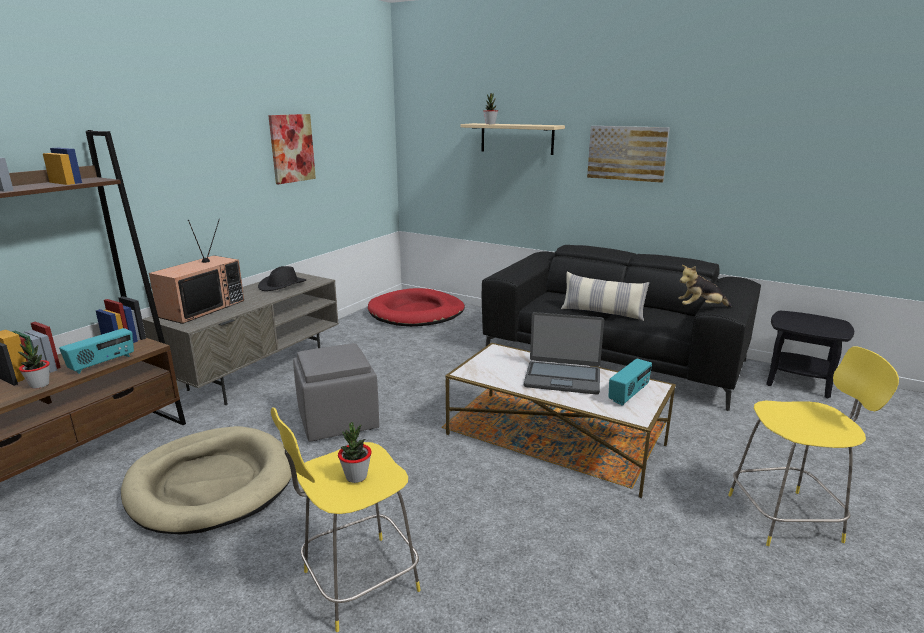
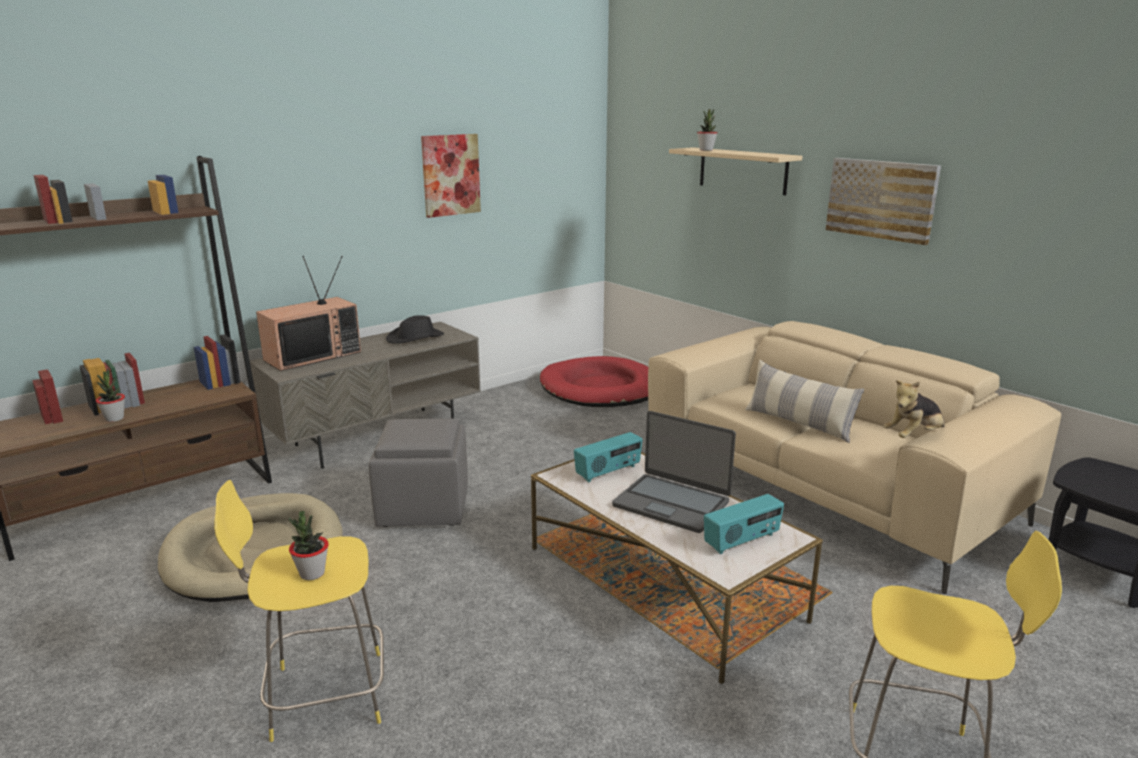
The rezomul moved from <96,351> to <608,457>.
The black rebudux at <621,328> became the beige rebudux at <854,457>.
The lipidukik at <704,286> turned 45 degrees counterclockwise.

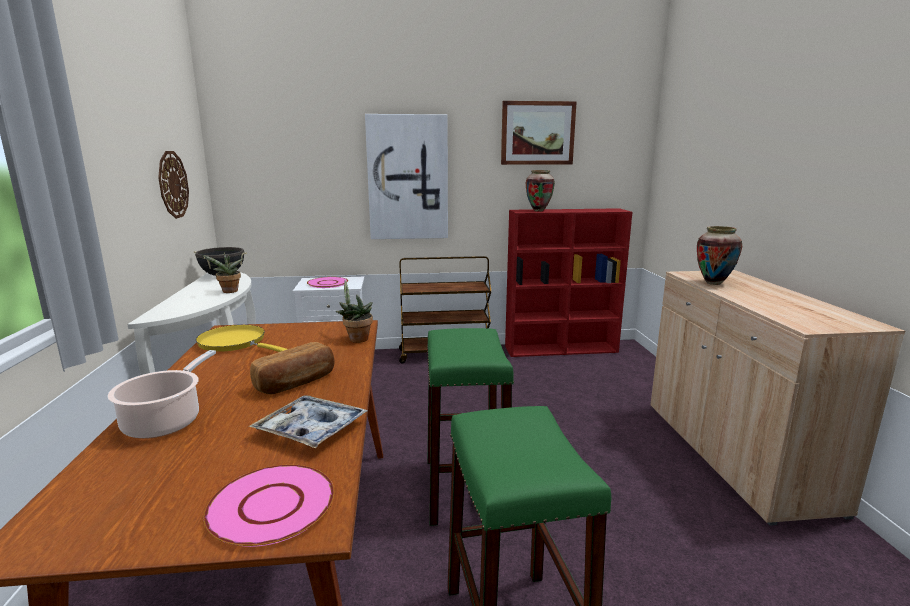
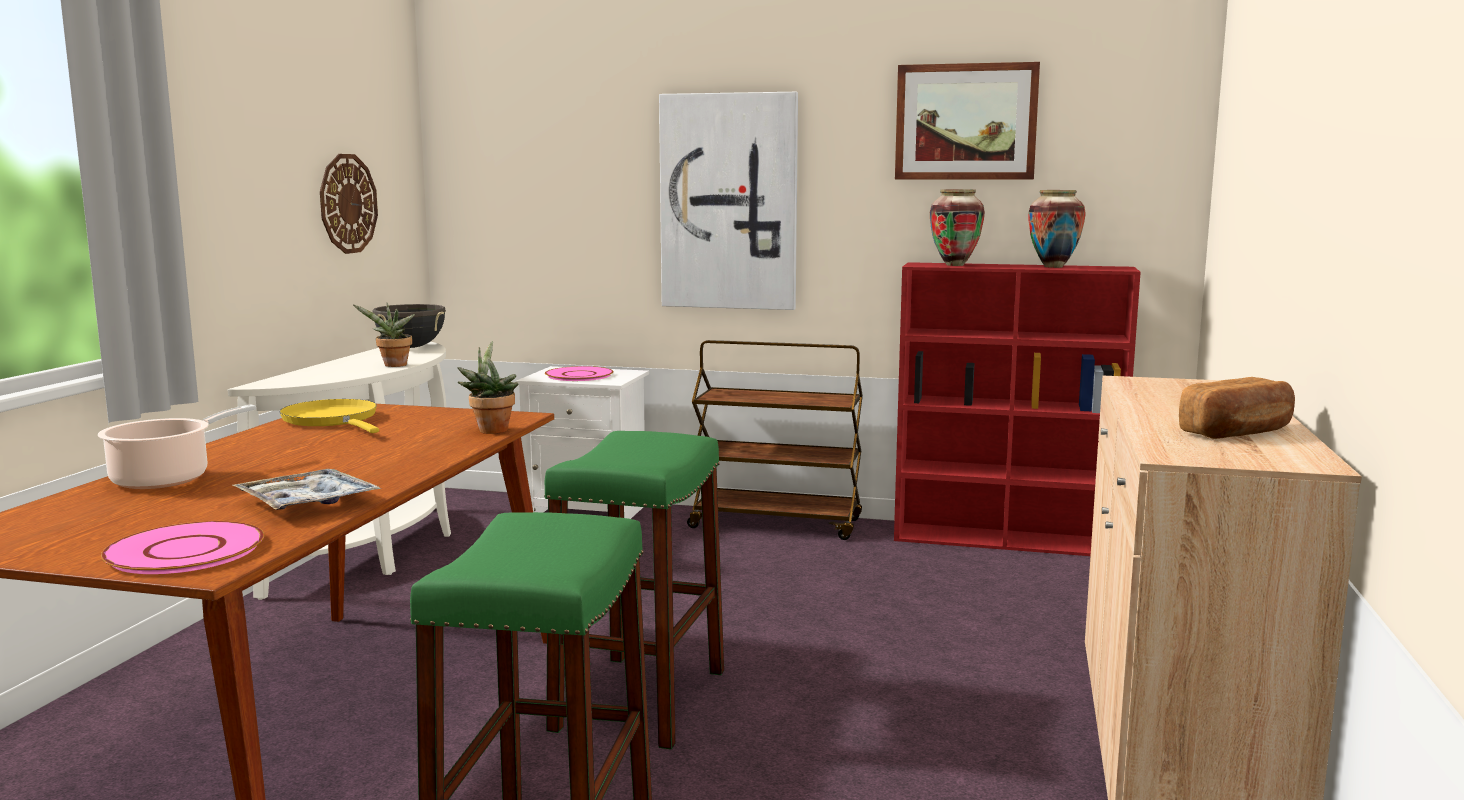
The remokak moved from <719,255> to <1057,229>.
The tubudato moved from <292,368> to <1237,408>.

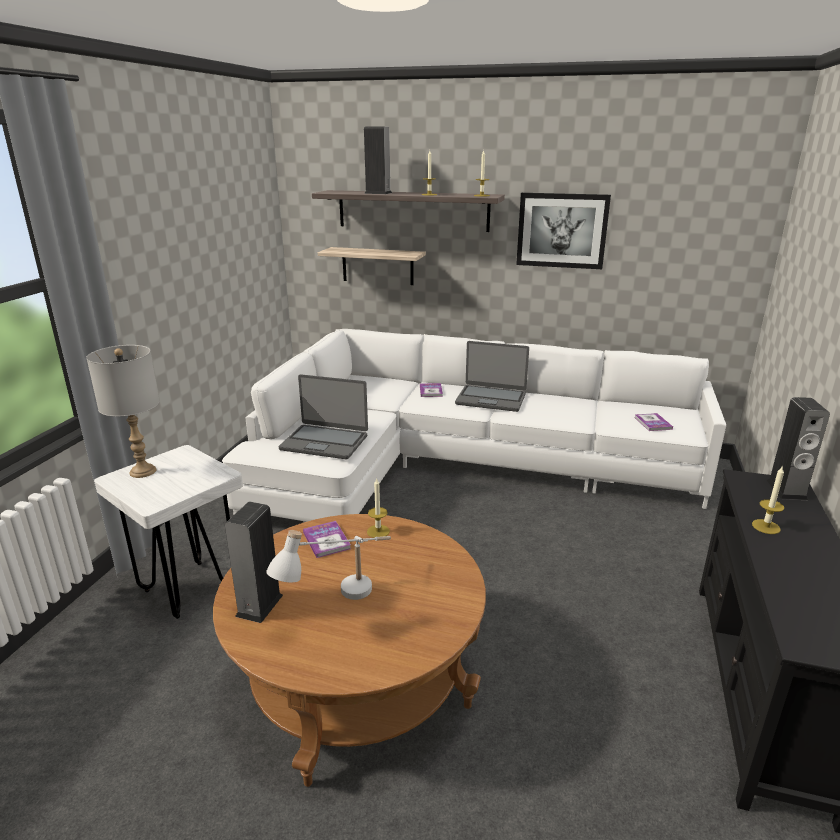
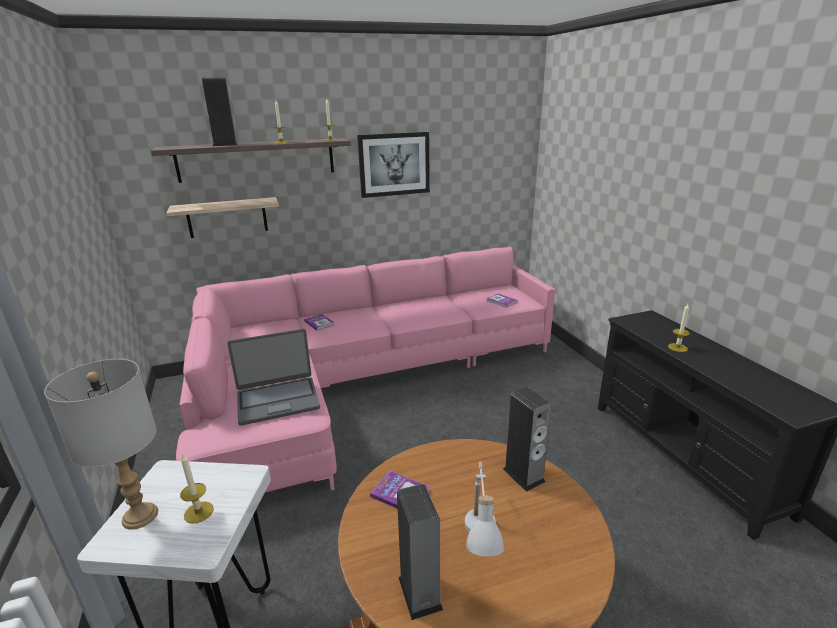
The white rebudux at <474,425> became the pink rebudux at <365,369>.
The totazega moved from <378,508> to <197,489>.
The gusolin moved from <798,448> to <527,439>.
The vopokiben at <492,376> disappeared.

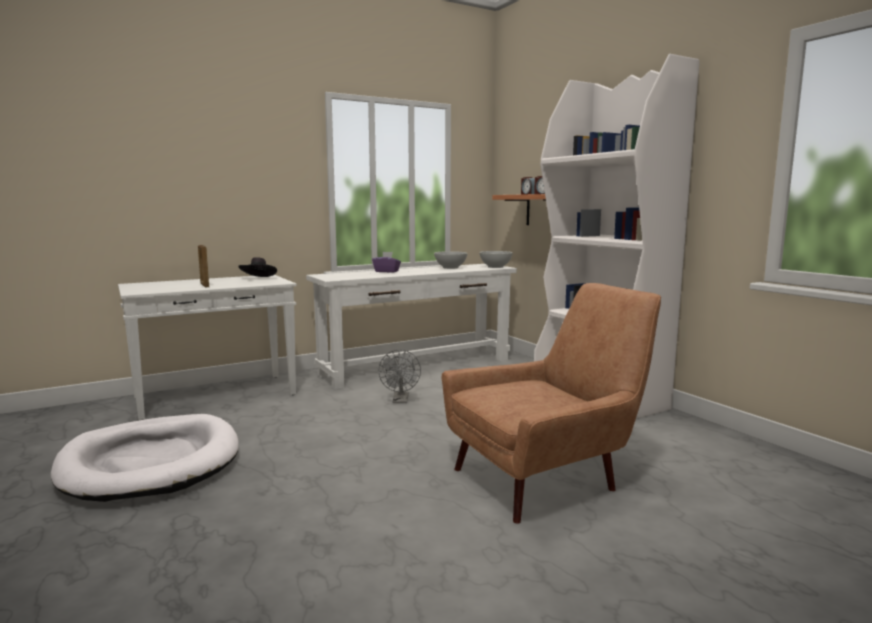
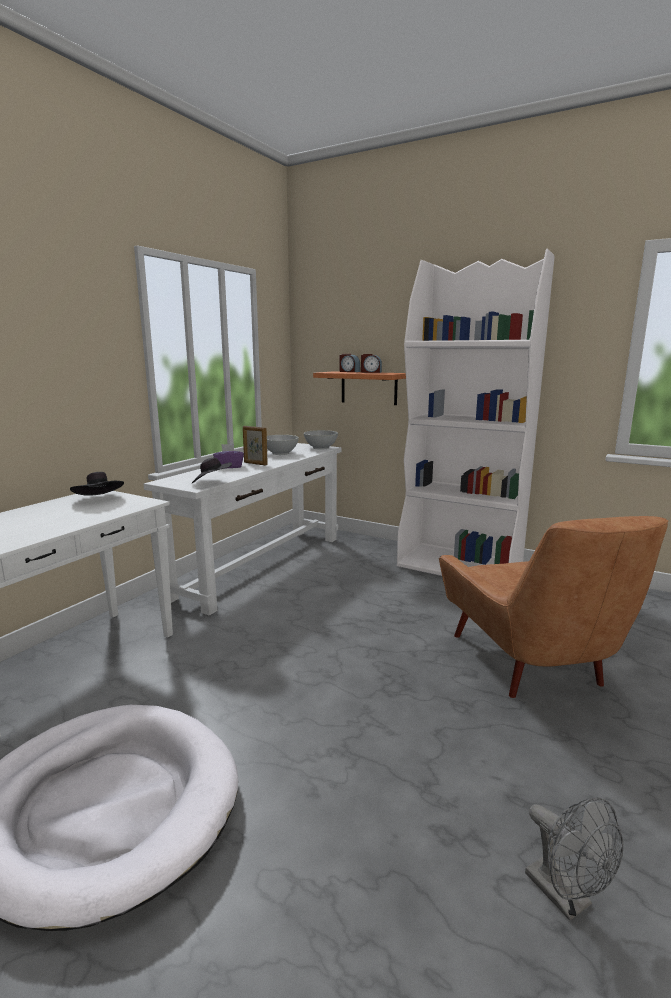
The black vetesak at <212,470> appeared.
The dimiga moved from <203,266> to <255,445>.
The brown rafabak at <551,403> turned 135 degrees clockwise.
The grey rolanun moved from <399,376> to <574,859>.

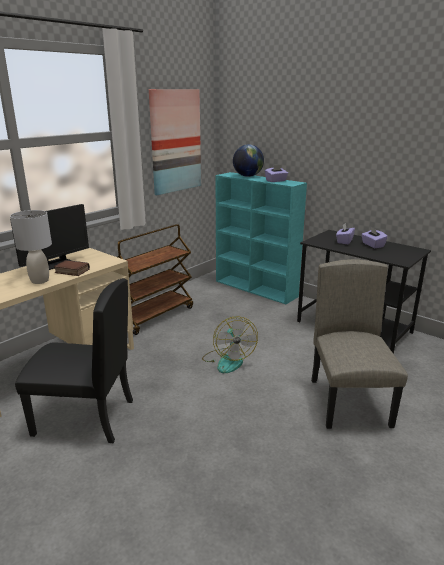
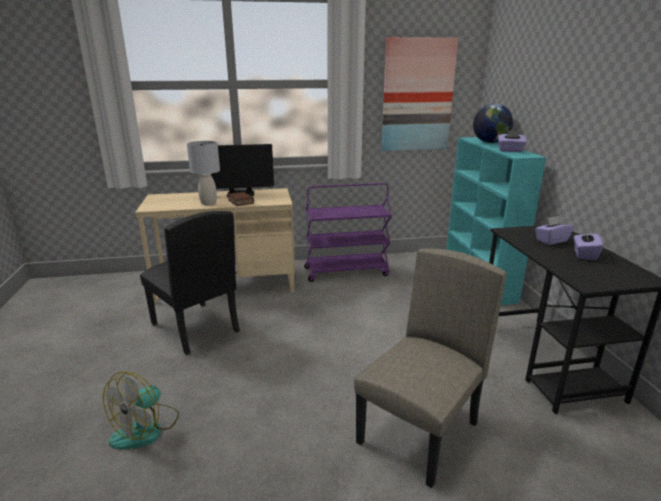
The rolanun moved from <230,344> to <141,410>.
The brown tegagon at <155,279> became the purple tegagon at <348,232>.

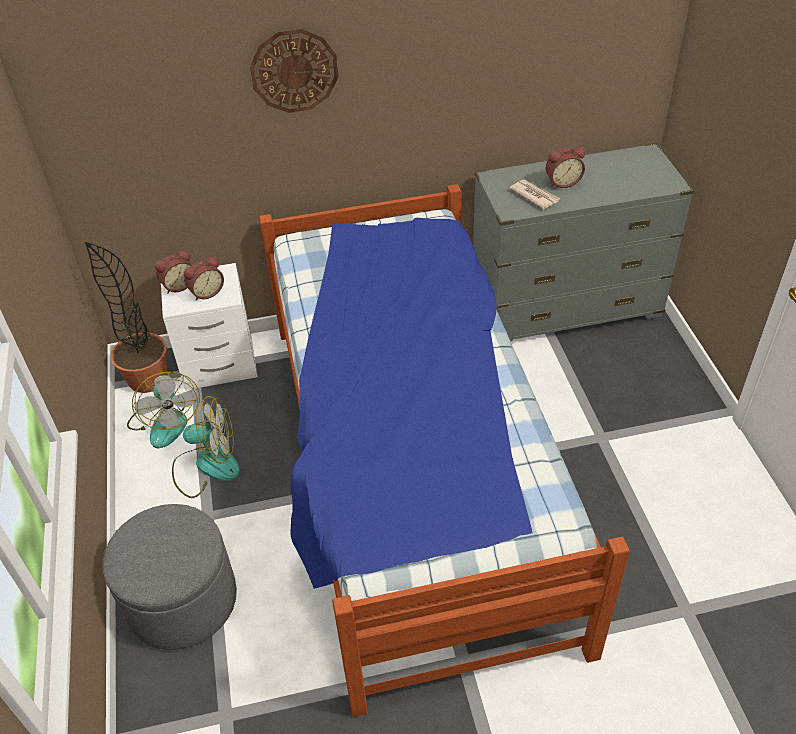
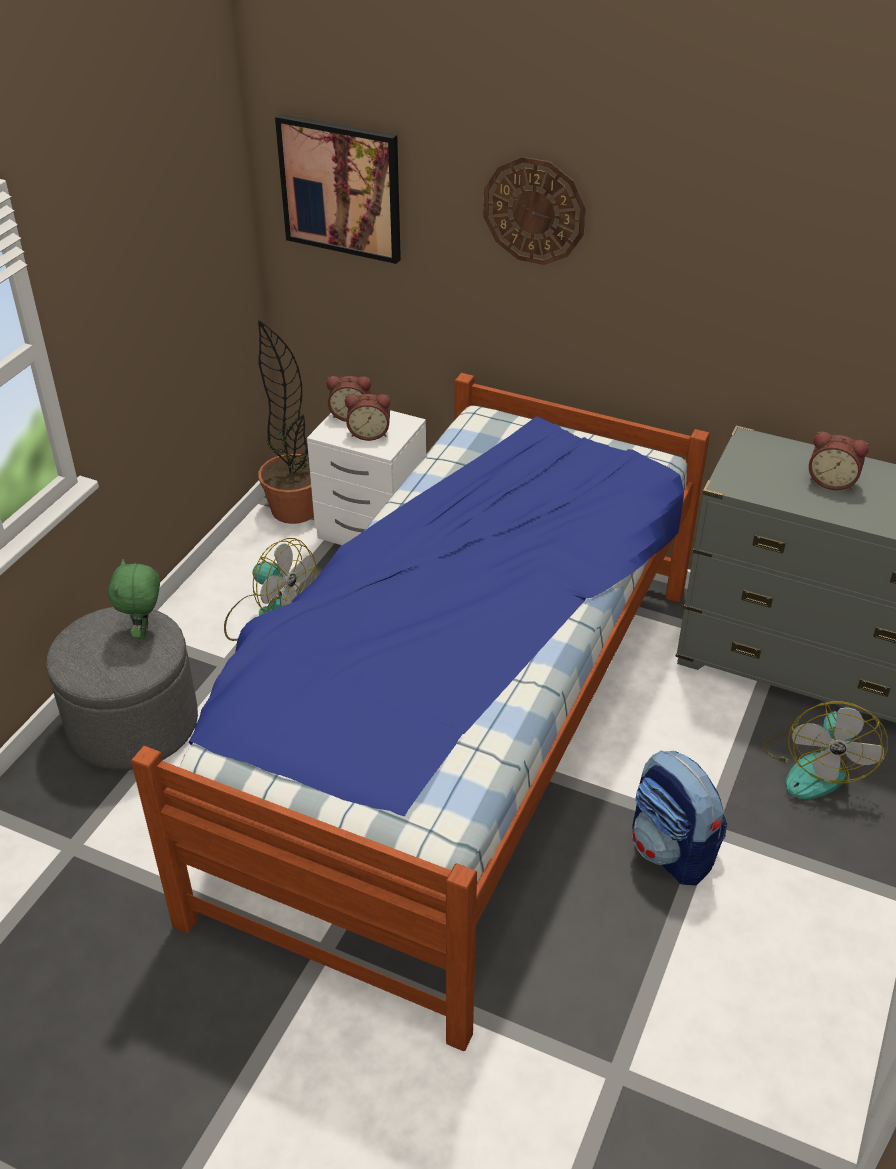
The green lipidukik at <134,599> appeared.
The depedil at <338,189> appeared.
The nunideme at <679,817> appeared.
The rolanun moved from <163,410> to <825,750>.
The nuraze at <534,194> disappeared.

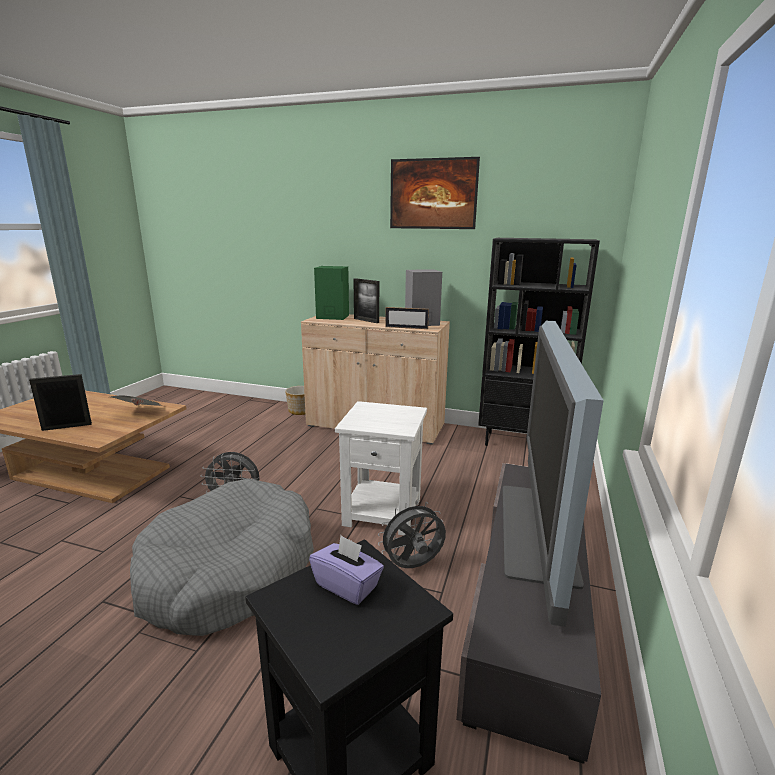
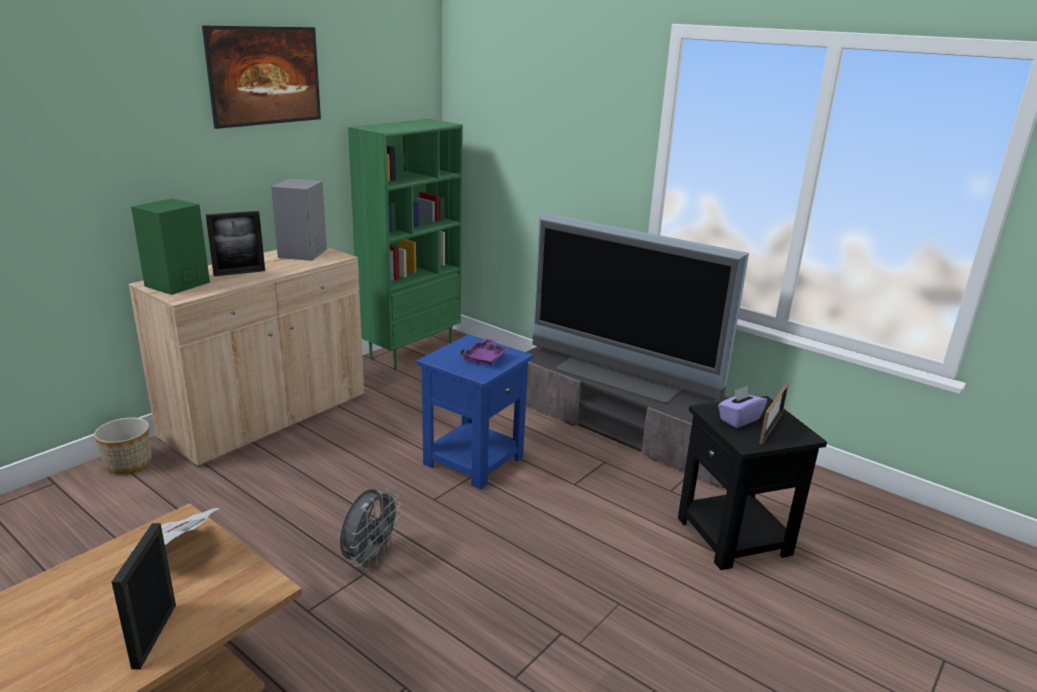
The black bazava at <539,342> became the green bazava at <405,244>.
The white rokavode at <381,468> became the blue rokavode at <474,411>.
The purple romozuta at <484,351> appeared.
The dimiga moved from <407,318> to <773,414>.
The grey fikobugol at <222,557> disappeared.
The grey rolanun at <412,534> disappeared.

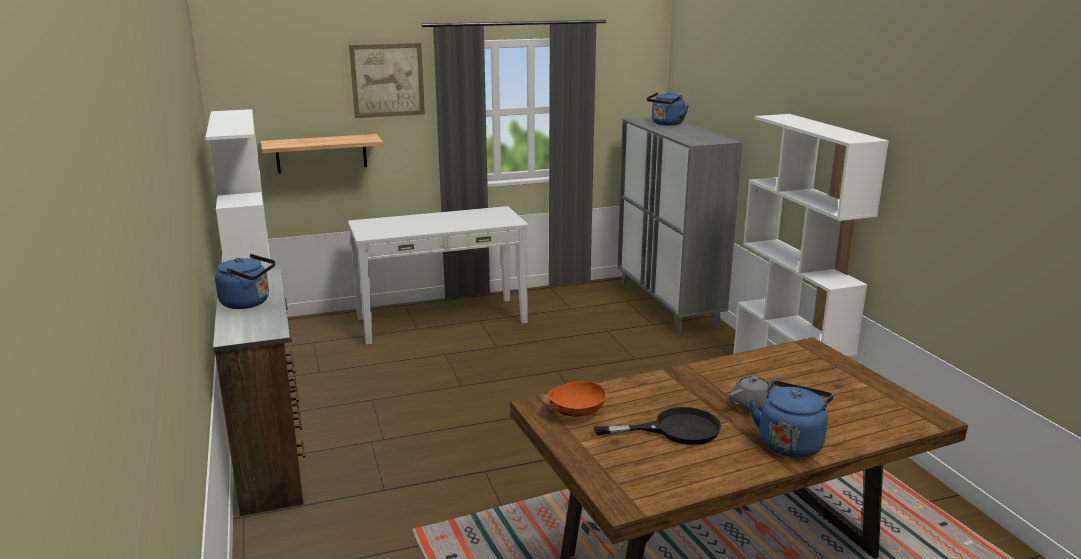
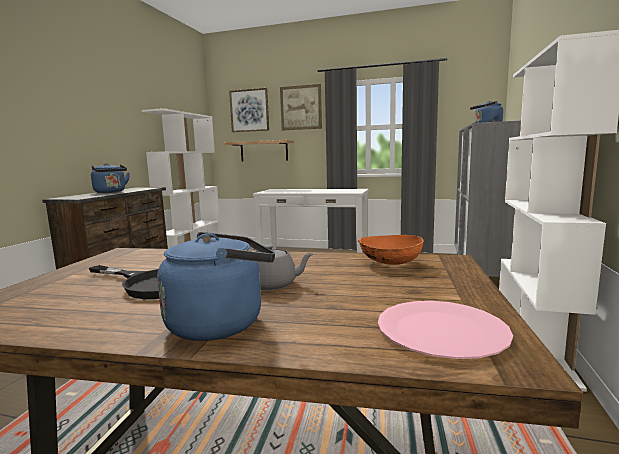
The depedil at <249,110> appeared.
The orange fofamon moved from <577,399> to <391,250>.
The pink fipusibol at <445,330> appeared.

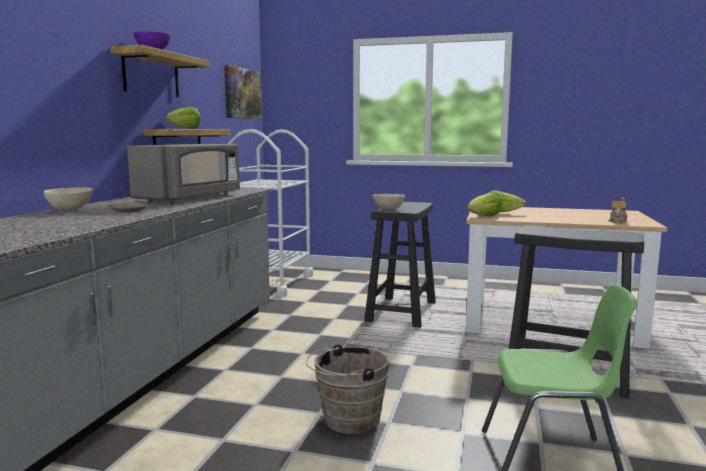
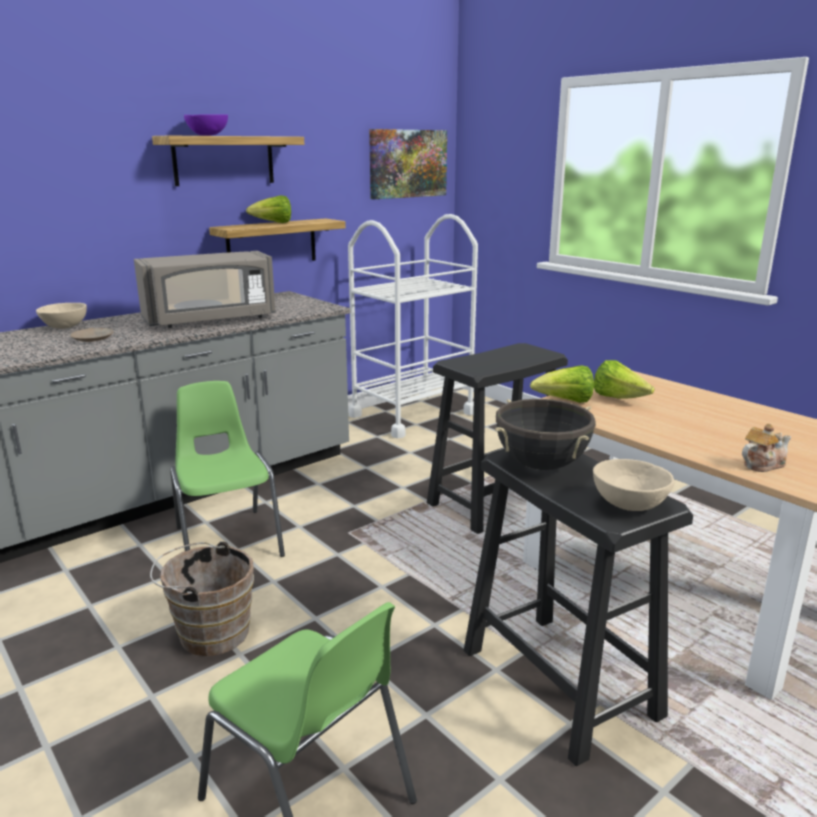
The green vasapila at <227,469> appeared.
The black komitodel at <545,434> appeared.
The beige fofamon moved from <389,202> to <633,485>.

